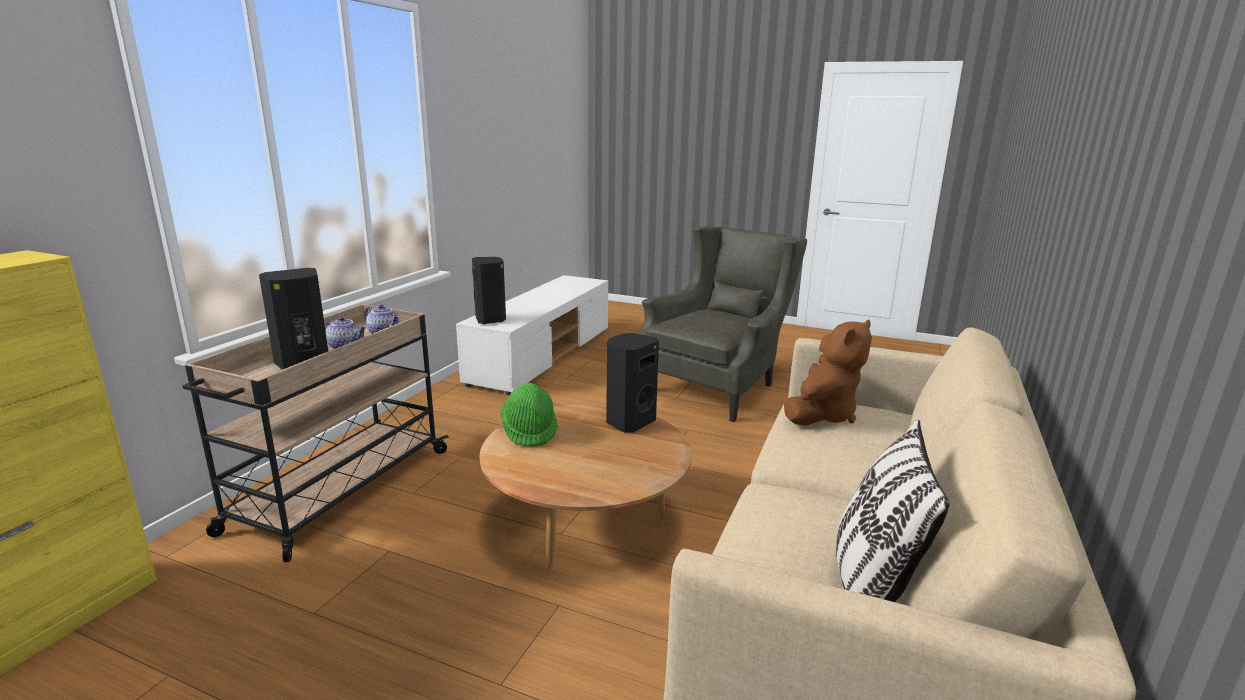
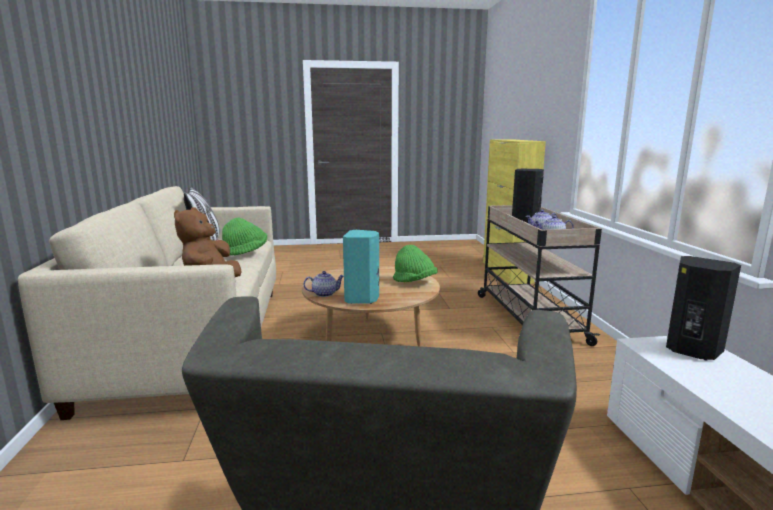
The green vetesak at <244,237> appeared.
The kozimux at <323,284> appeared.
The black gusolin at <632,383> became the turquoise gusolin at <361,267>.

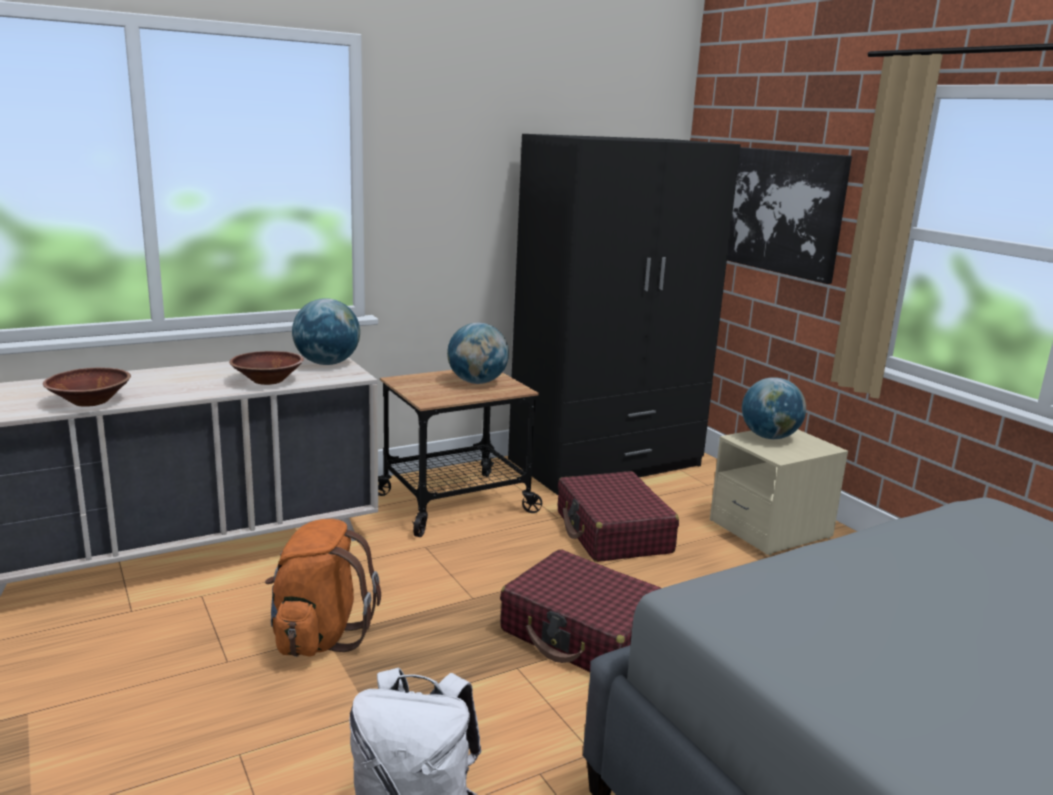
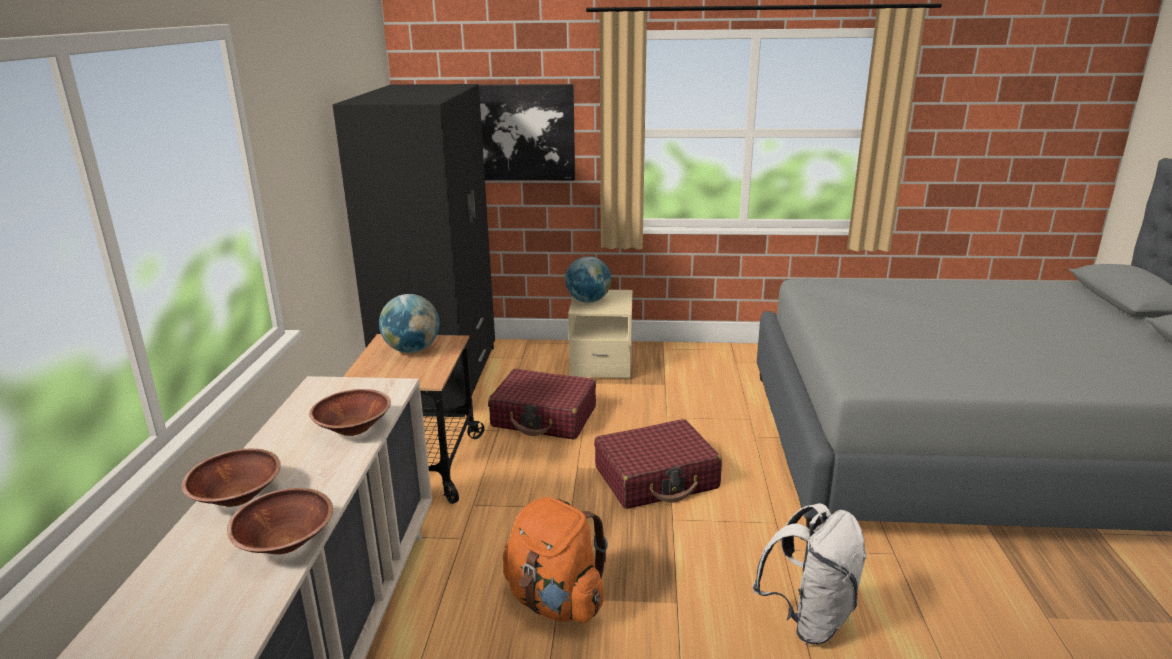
The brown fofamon at <231,477> appeared.
The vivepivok at <326,331> disappeared.

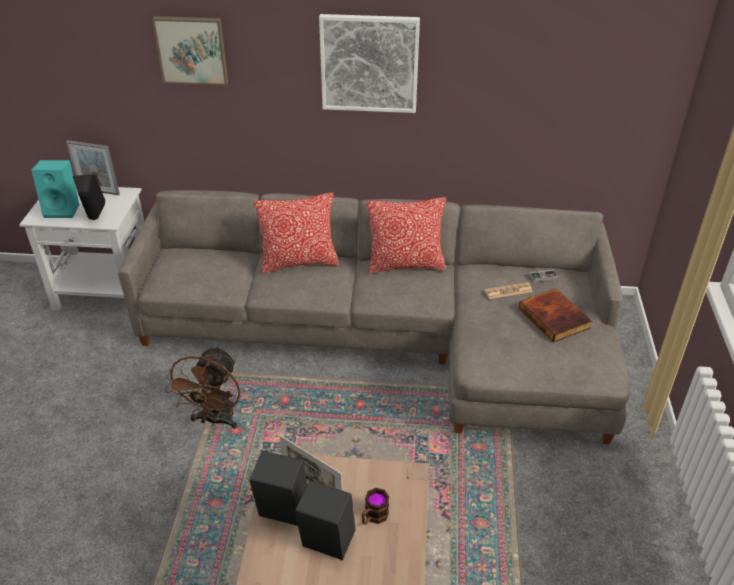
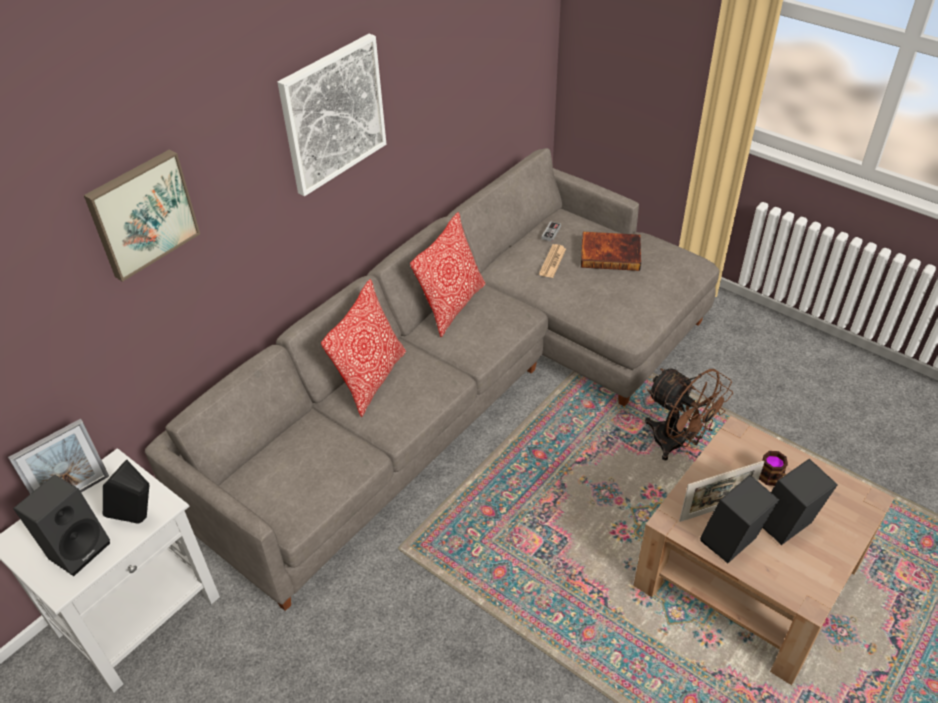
The turquoise gusolin at <55,189> became the black gusolin at <61,525>.
The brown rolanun moved from <202,387> to <689,414>.

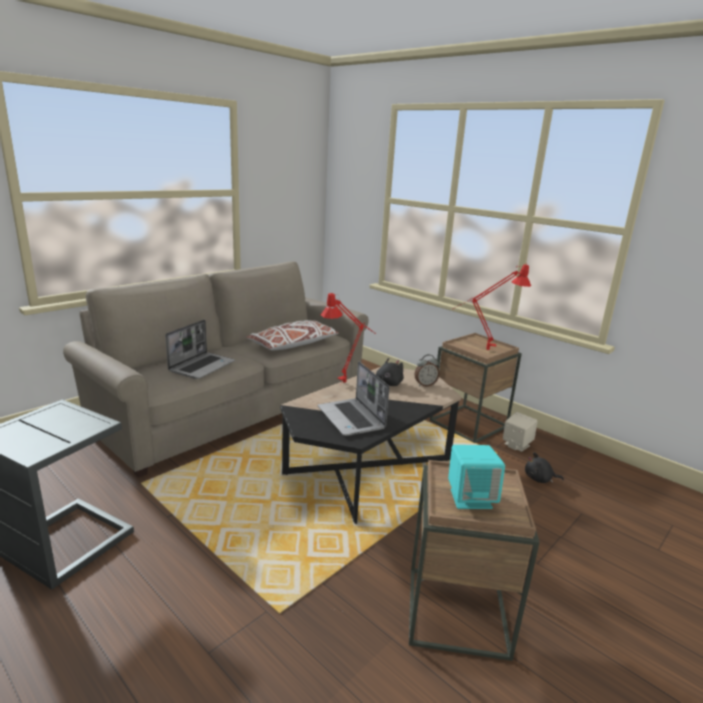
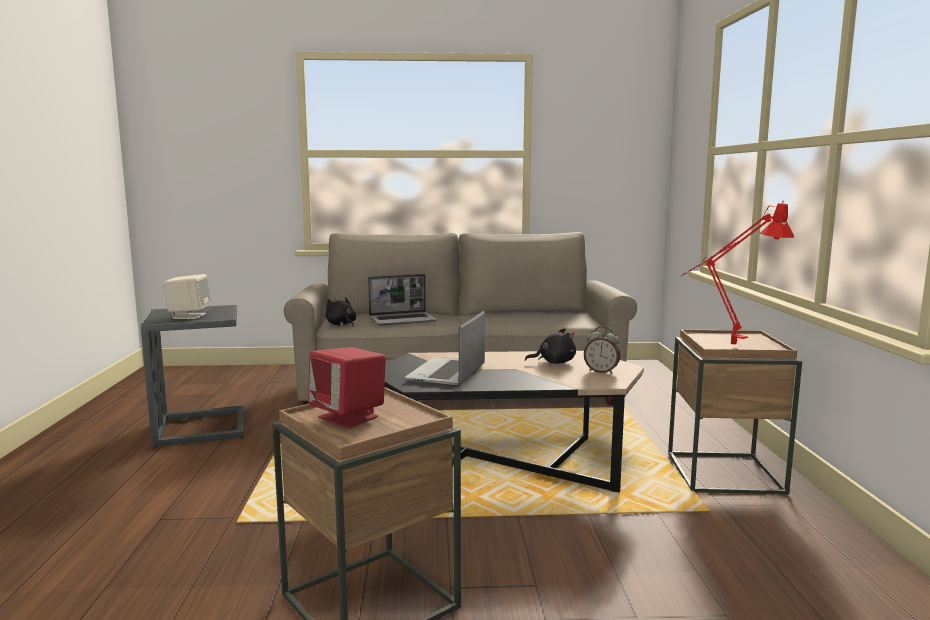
The beige gusolin moved from <520,432> to <187,296>.
The turquoise gusolin at <476,477> became the red gusolin at <347,387>.
The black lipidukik moved from <544,467> to <341,311>.
The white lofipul at <292,335> disappeared.
The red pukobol at <348,338> disappeared.

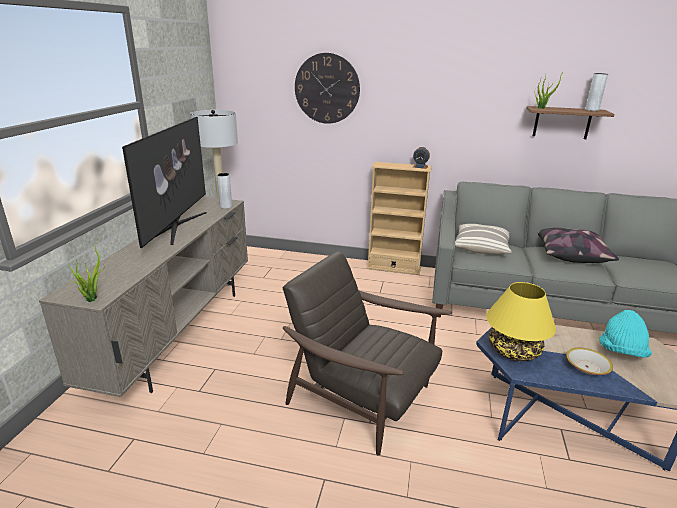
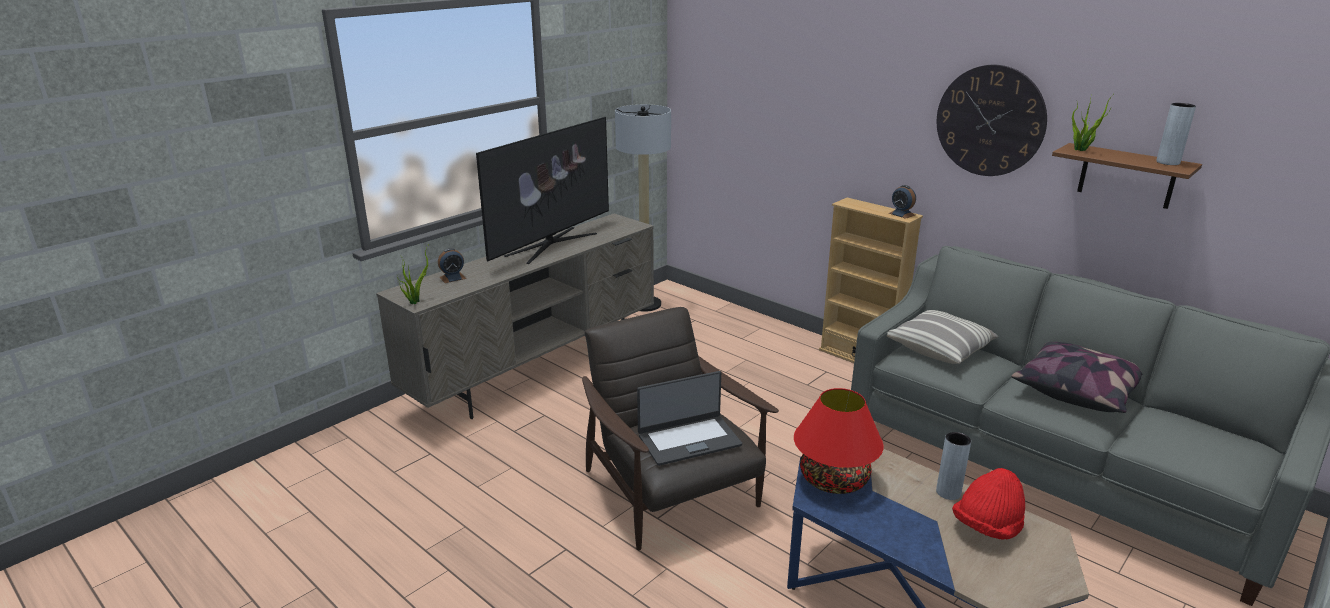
The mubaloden at <452,265> appeared.
The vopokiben at <689,418> appeared.
The yellow pukobol at <521,321> became the red pukobol at <839,441>.
The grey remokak moved from <224,191> to <953,466>.
The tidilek moved from <327,88> to <992,120>.
The turquoise vetesak at <625,334> became the red vetesak at <988,504>.
The fofamon at <589,361> disappeared.

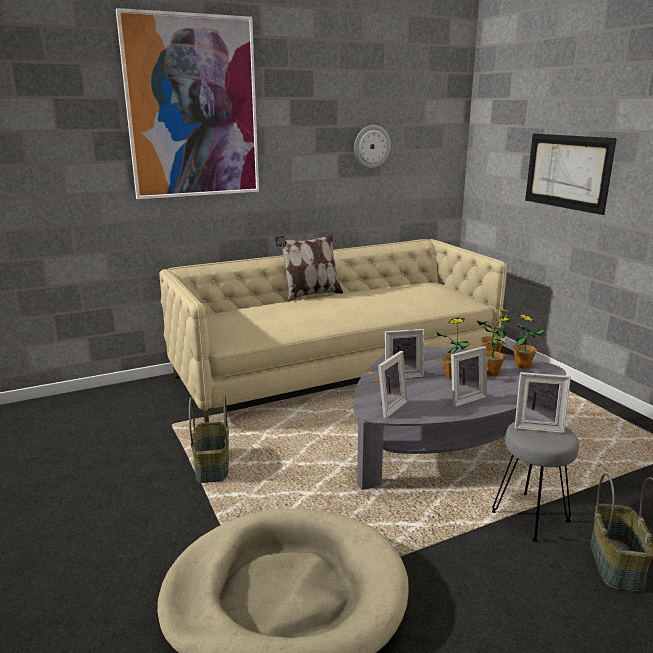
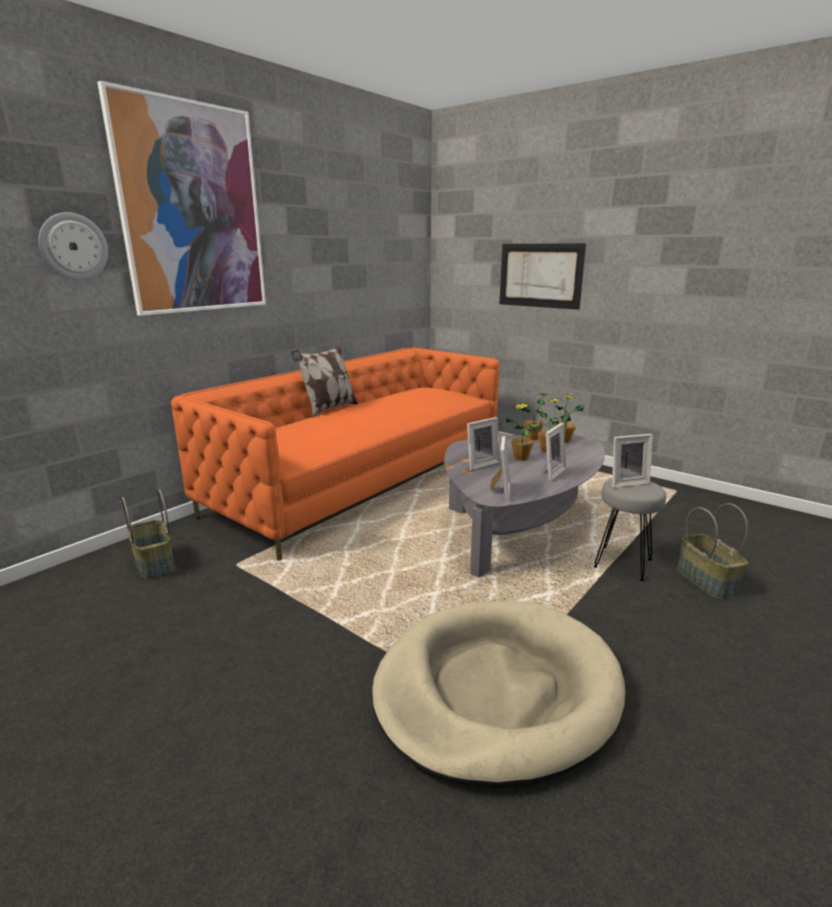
The tidilek moved from <372,146> to <73,246>.
The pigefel moved from <209,439> to <148,534>.
The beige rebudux at <333,331> became the orange rebudux at <335,454>.

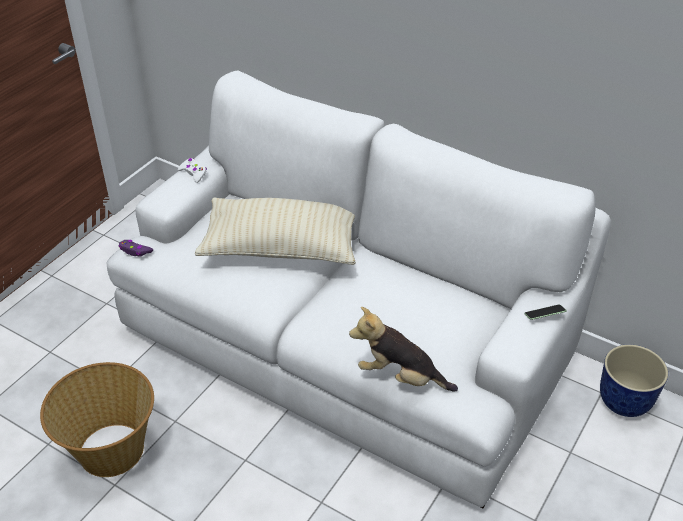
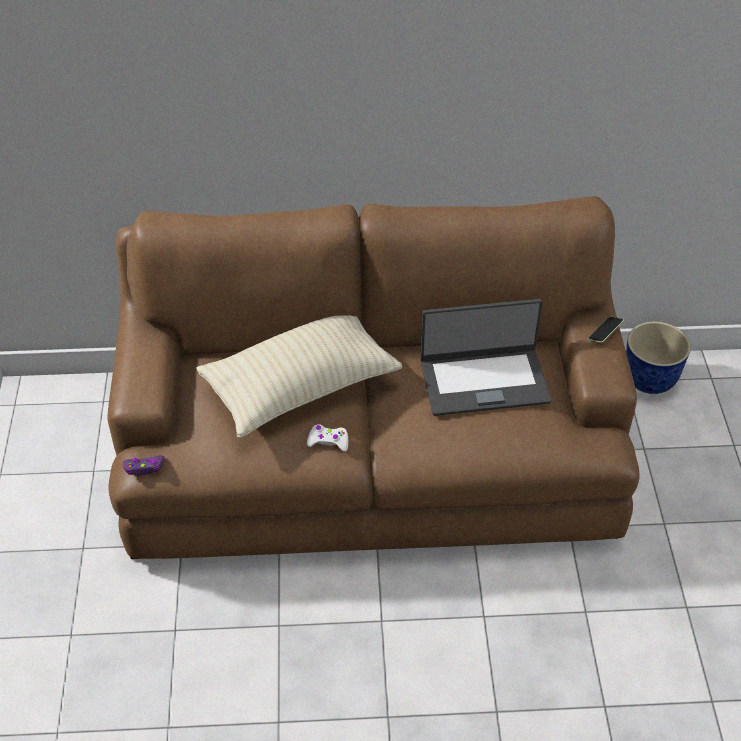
The white rebudux at <359,289> became the brown rebudux at <373,377>.
The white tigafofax moved from <192,170> to <327,438>.
The vopokiben at <486,357> appeared.
The pigefel at <97,419> disappeared.
The lipidukik at <403,349> disappeared.

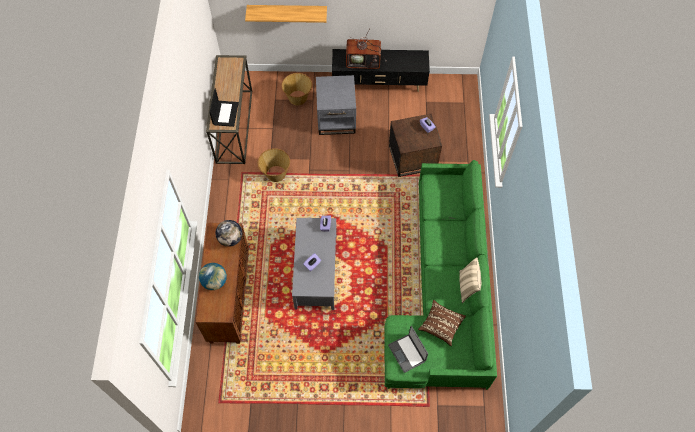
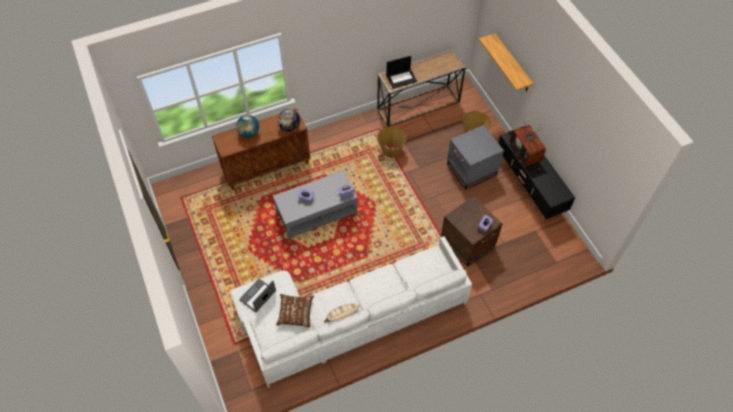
The green rebudux at <440,275> became the white rebudux at <351,312>.

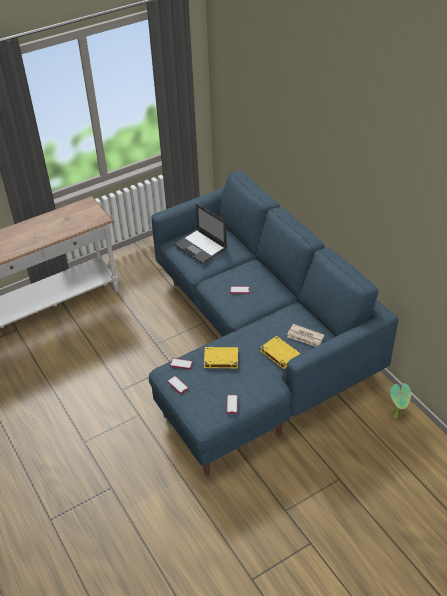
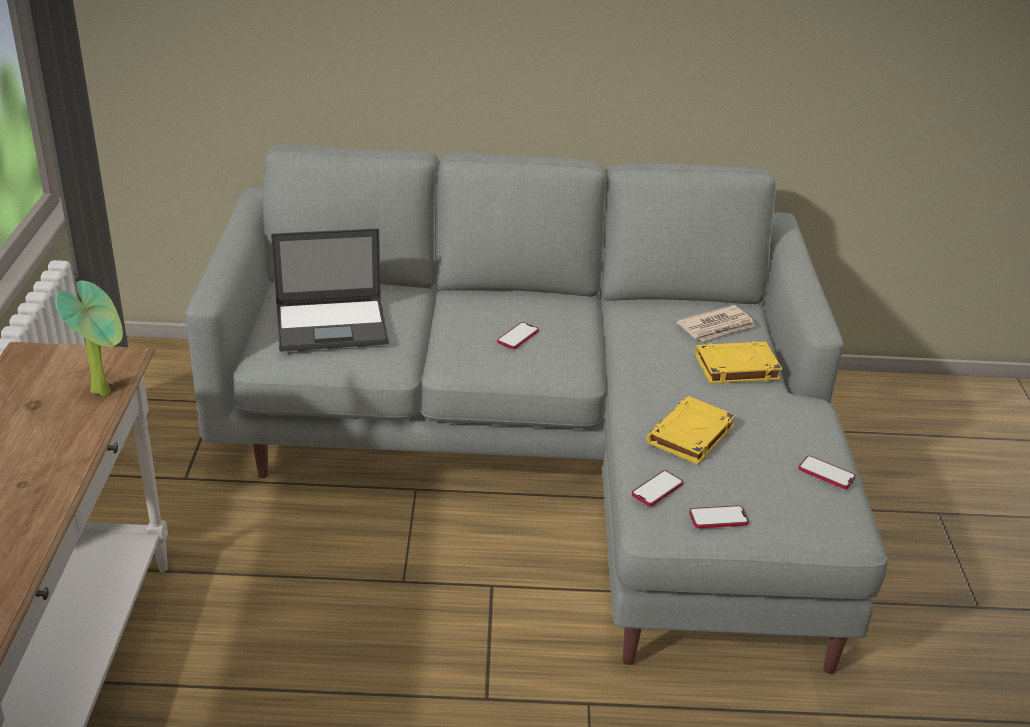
The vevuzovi moved from <400,400> to <89,338>.
The blue rebudux at <274,322> became the grey rebudux at <536,409>.

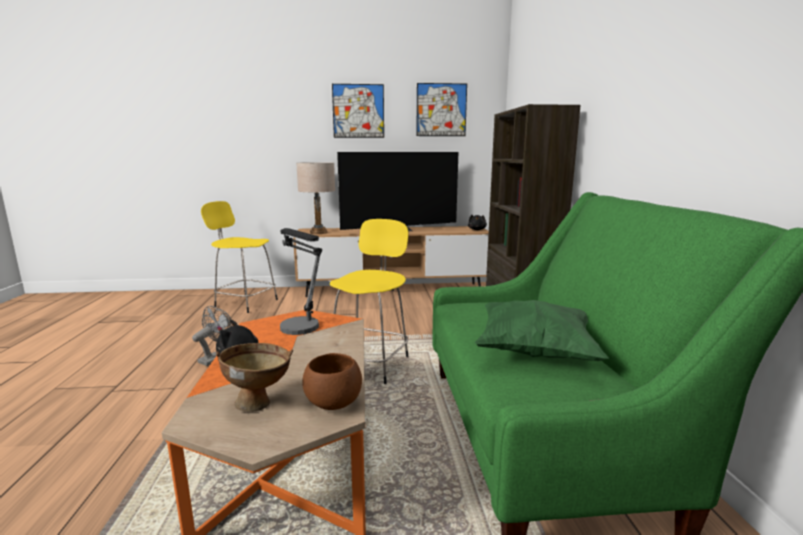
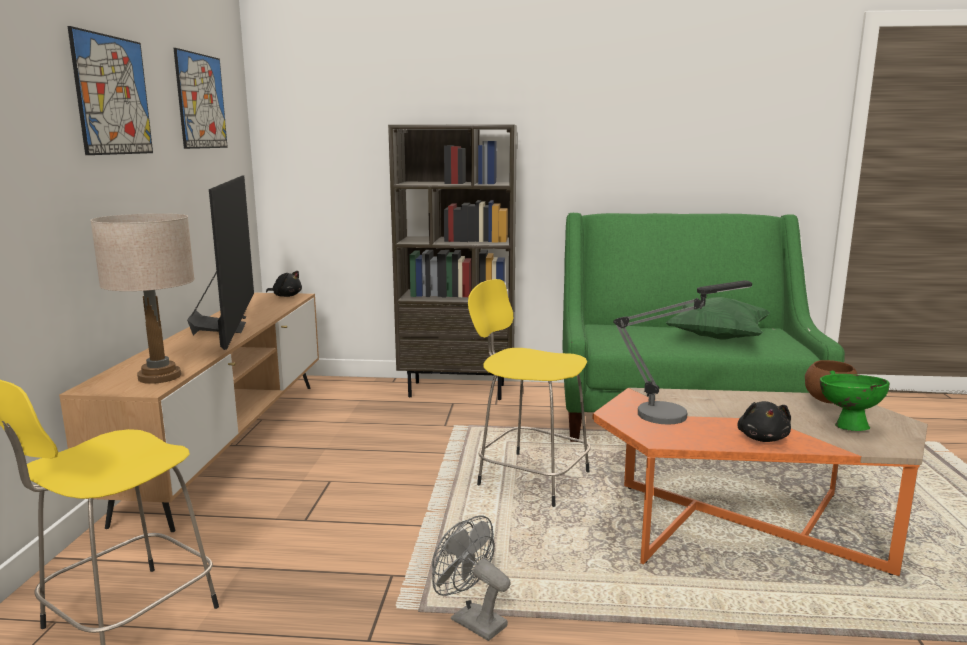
The brown fofamon at <254,377> became the green fofamon at <855,400>.

